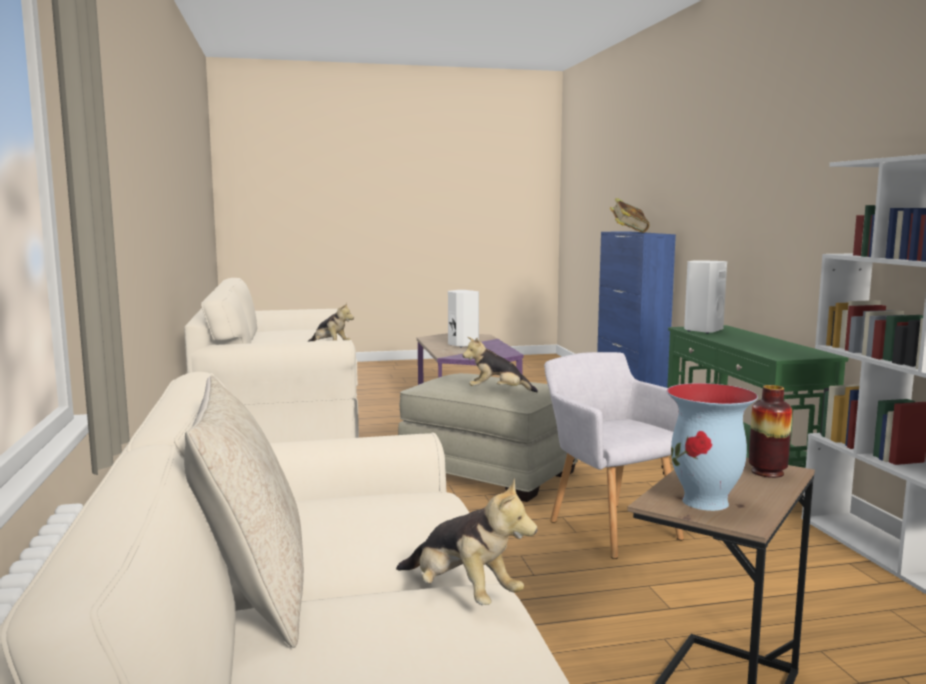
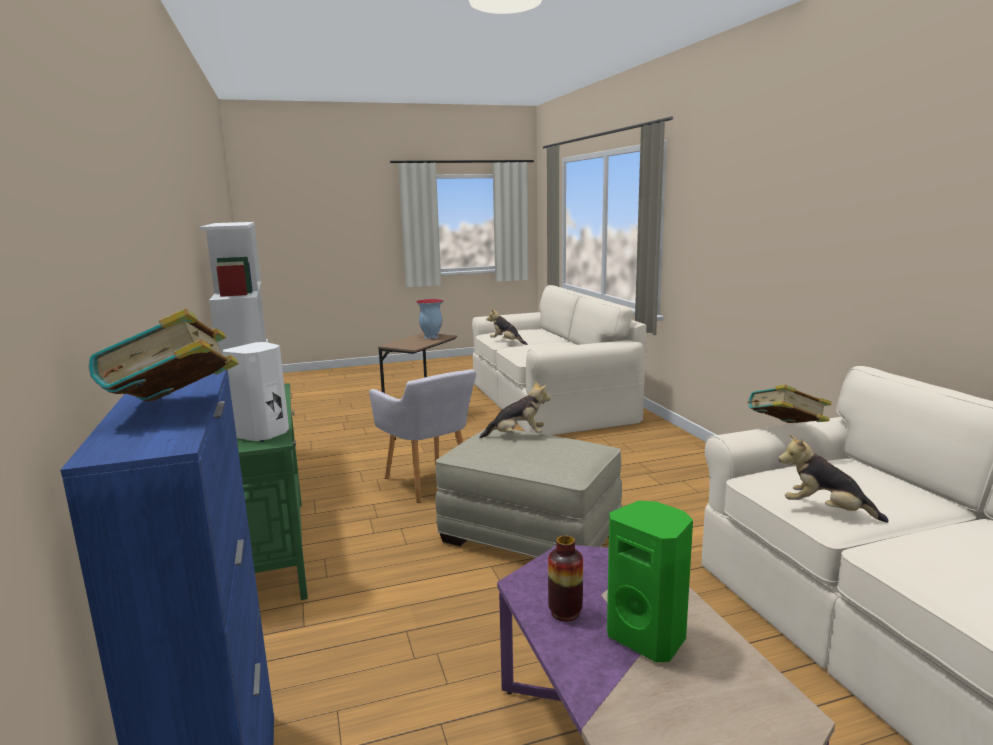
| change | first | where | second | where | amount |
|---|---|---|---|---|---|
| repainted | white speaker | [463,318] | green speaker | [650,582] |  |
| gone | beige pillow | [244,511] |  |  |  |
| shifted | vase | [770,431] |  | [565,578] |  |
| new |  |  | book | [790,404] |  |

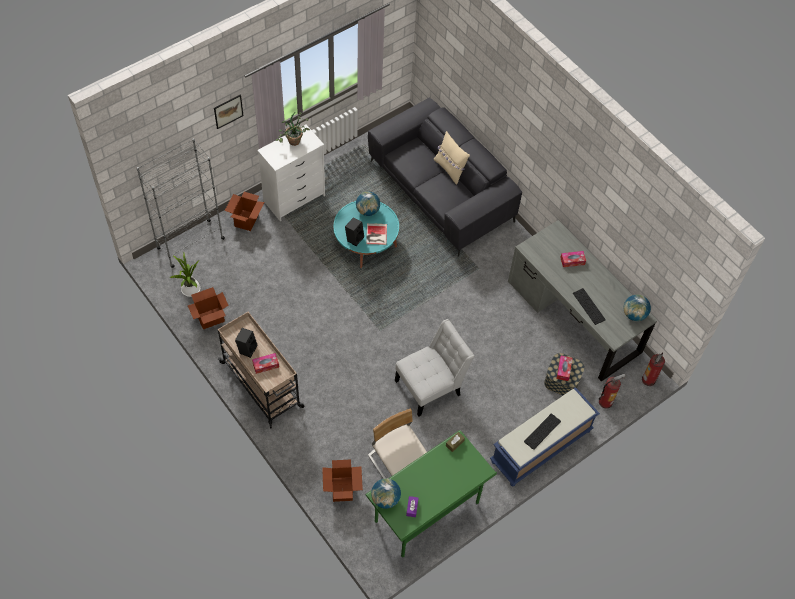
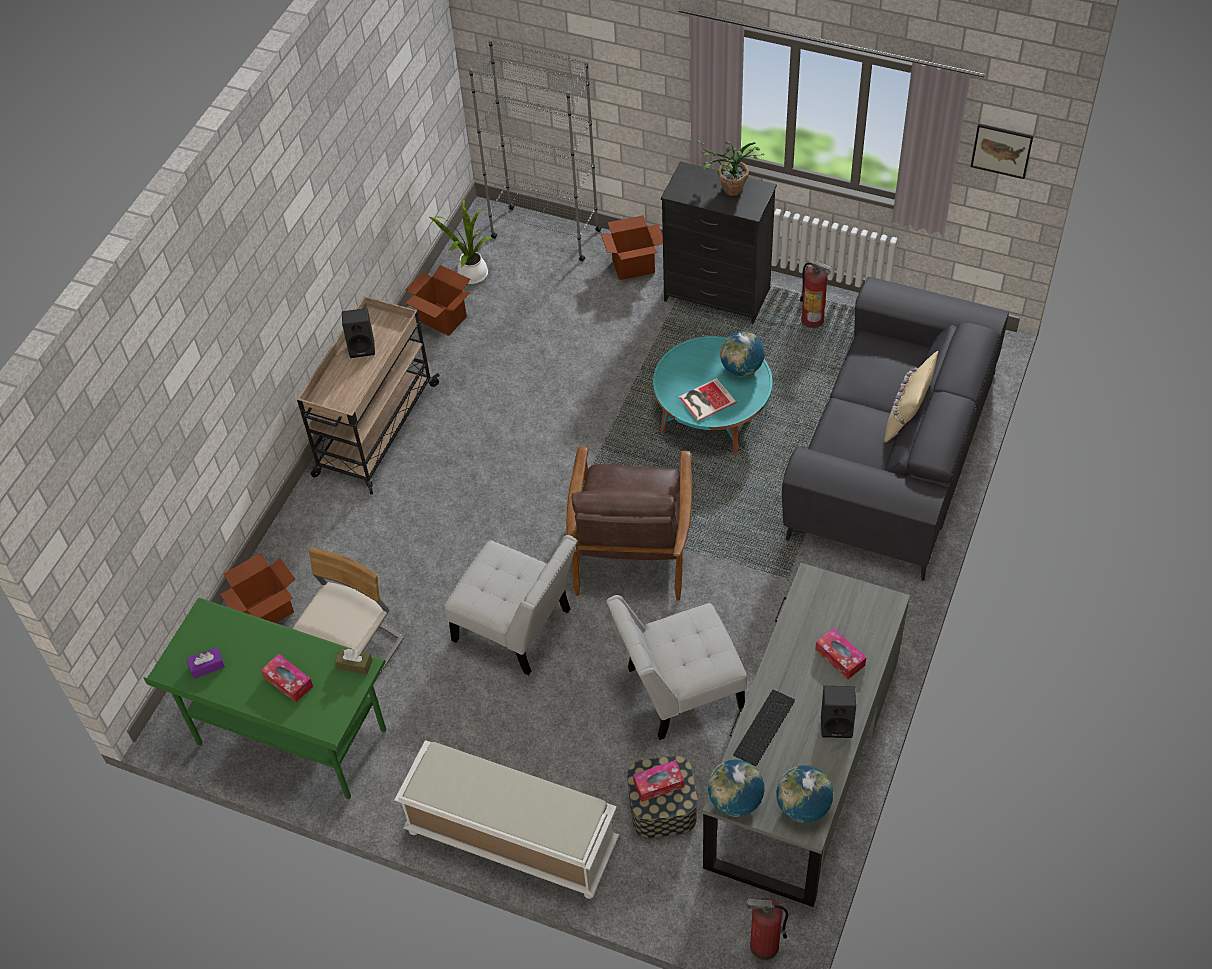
| change | first | where | second | where | amount |
|---|---|---|---|---|---|
| shifted | picture | [228,112] |  | [1002,151] |  |
| repainted | white dresser | [291,173] | black dresser | [719,242] |  |
| shifted | black speaker | [354,231] |  | [838,712] |  |
| shifted | tissue box | [265,363] |  | [287,678] |  |
| shifted | fire extinguisher | [612,391] |  | [815,294] |  |
| repainted | blue bench | [545,436] | white bench | [506,819] |  |
| gone | keyboard | [542,431] |  |  |  |
| shifted | globe | [386,493] |  | [736,788] |  |
| new |  |  | brown armchair | [629,524] |  |
| new |  |  | white chair | [677,667] |  |

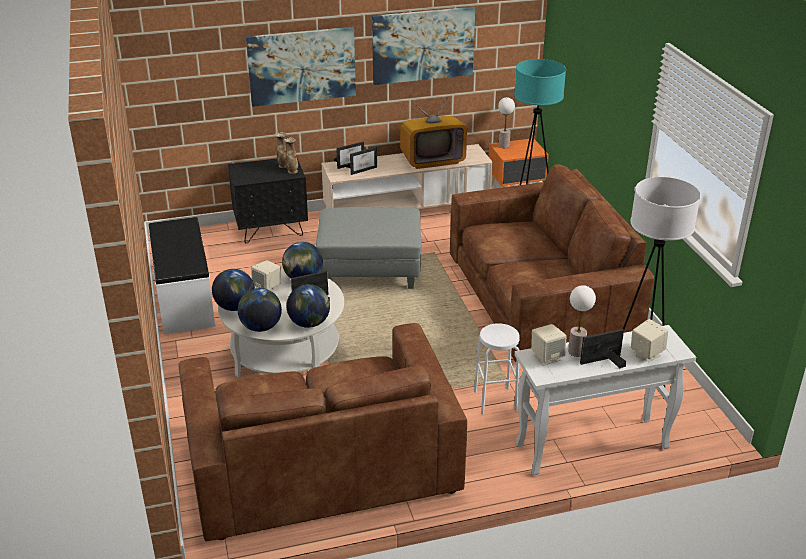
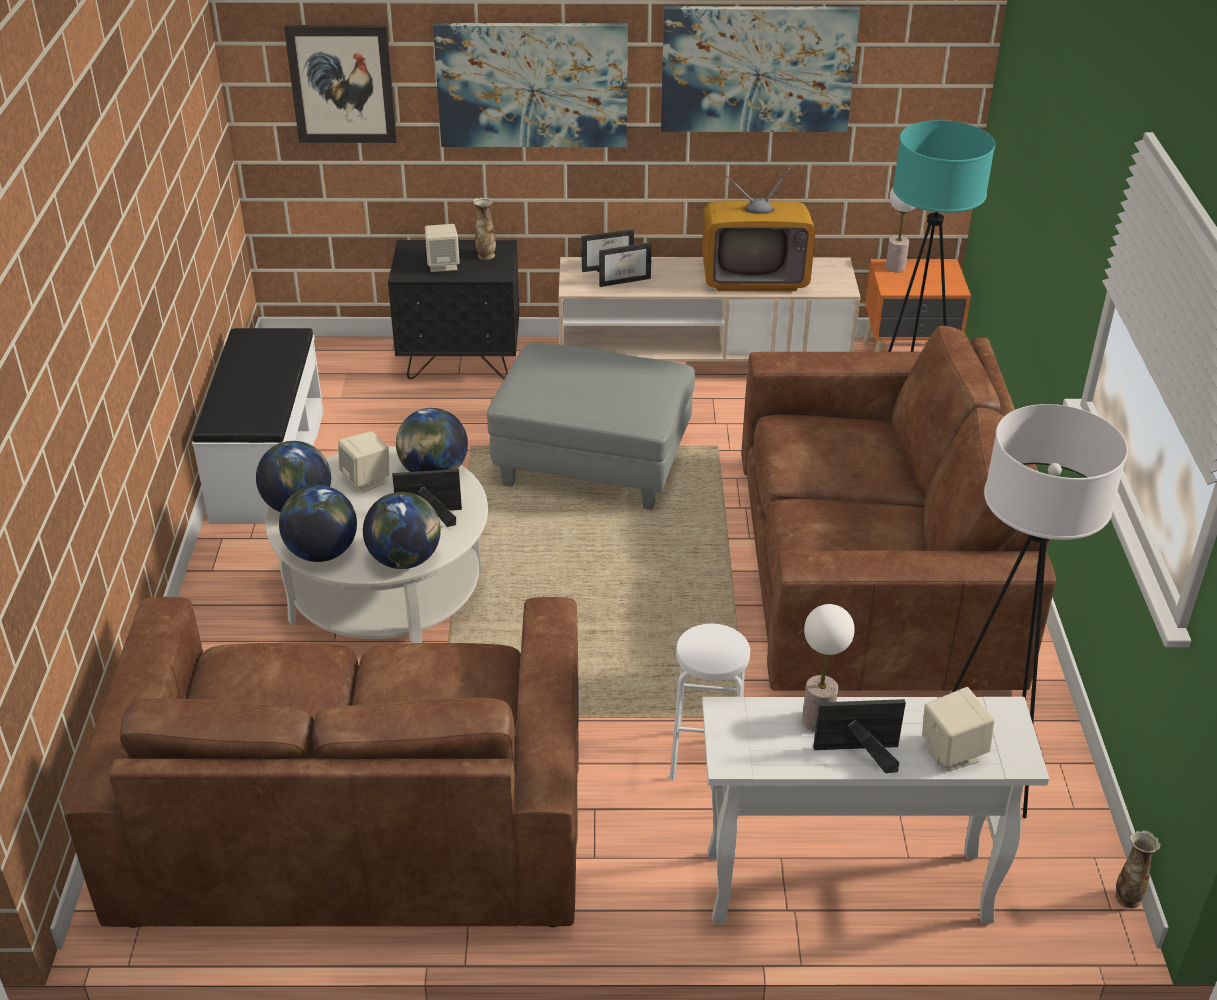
| change | first | where | second | where | amount |
|---|---|---|---|---|---|
| shifted | vase | [291,156] |  | [1137,869] |  |
| shifted | beige speaker | [549,345] |  | [442,248] |  |
| new |  |  | picture | [340,84] |  |

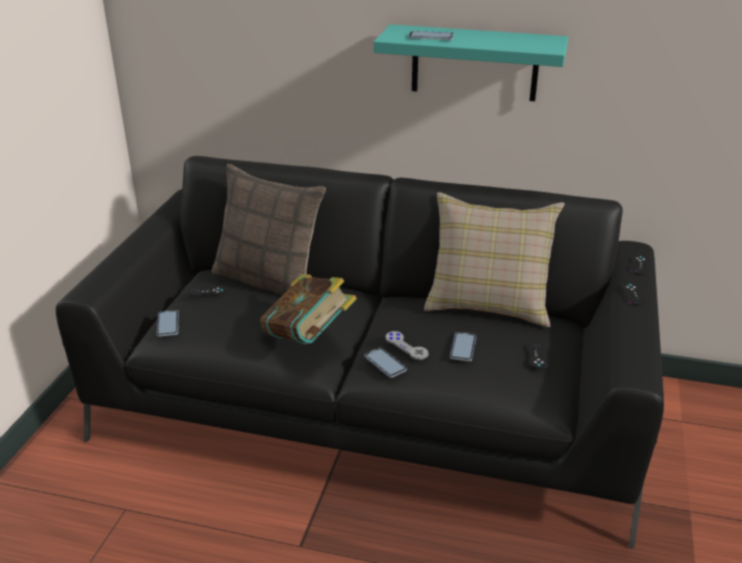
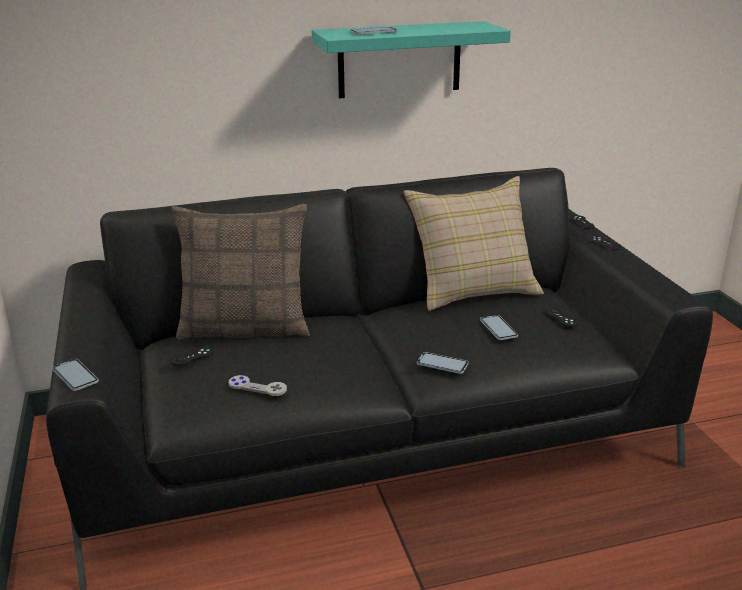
| change | first | where | second | where | amount |
|---|---|---|---|---|---|
| gone | book | [308,309] |  |  |  |
| shifted | phone | [168,323] |  | [75,375] |  |
| shifted | grey game controller | [407,345] |  | [258,385] |  |

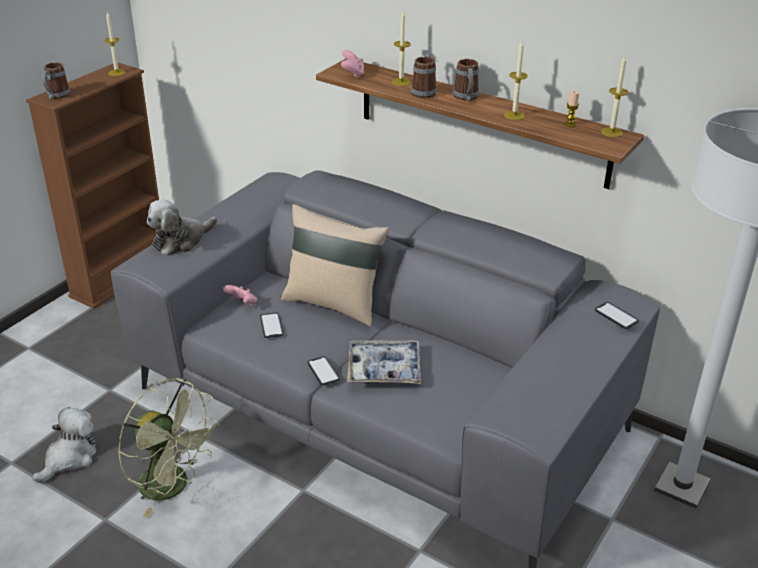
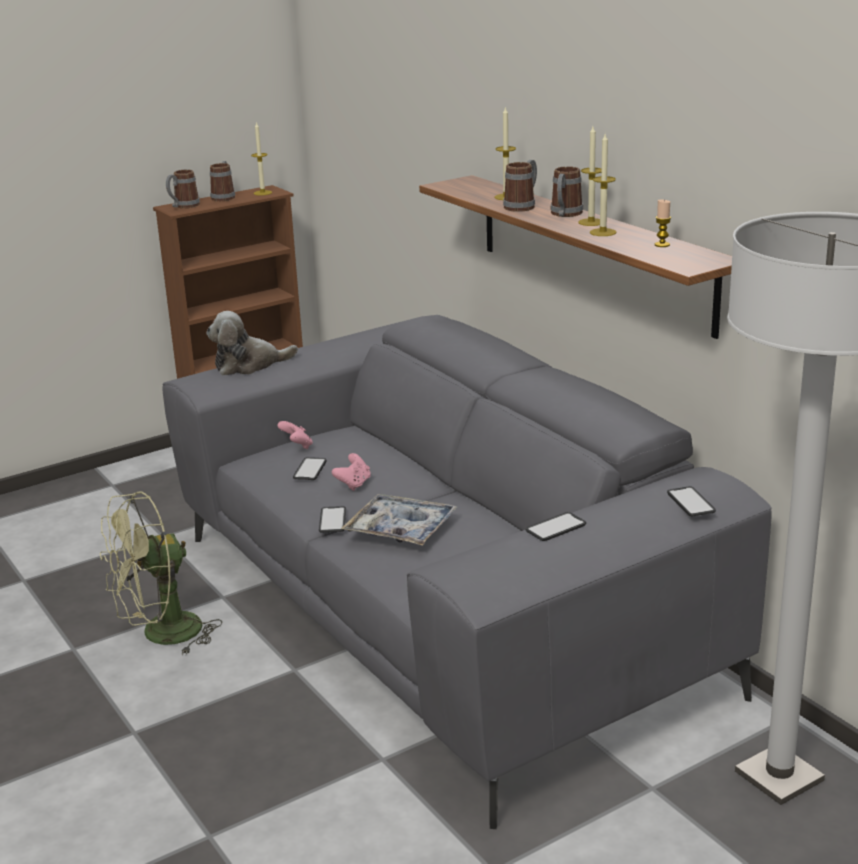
| change | first | where | second | where | amount |
|---|---|---|---|---|---|
| shifted | pink game controller | [352,64] |  | [351,472] |  |
| shifted | candle | [614,96] |  | [589,176] |  |
| gone | beige pillow | [335,265] |  |  |  |
| rotated | green fan | [169,448] |  | [161,573] | 90 degrees clockwise |
| gone | plush toy | [64,445] |  |  |  |
| new |  |  | mug | [222,181] |  |
| new |  |  | phone | [556,526] |  |

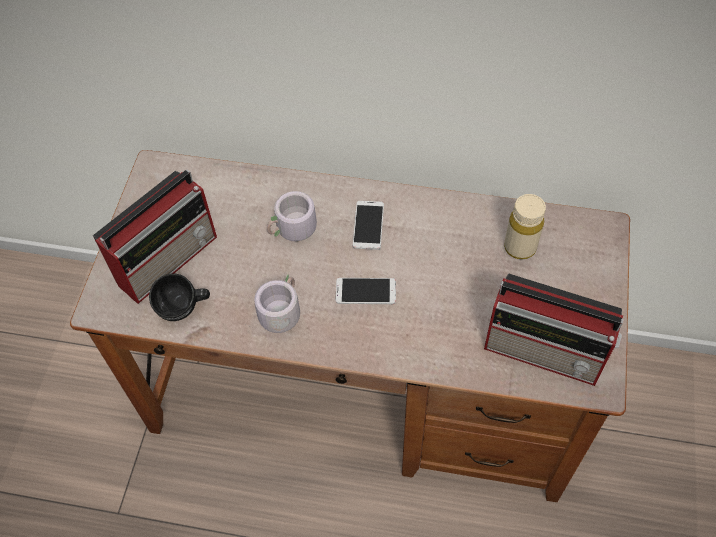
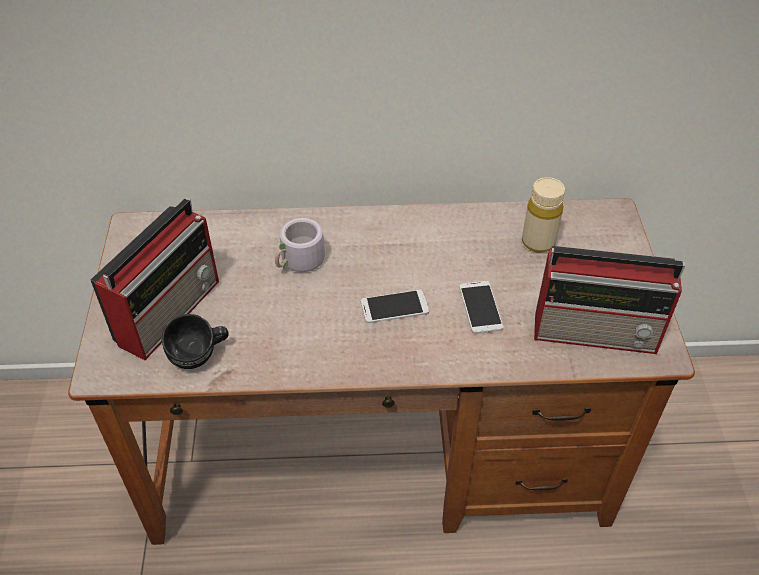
| change | first | where | second | where | amount |
|---|---|---|---|---|---|
| shifted | phone | [368,225] |  | [481,307] |  |
| gone | grey mug | [273,303] |  |  |  |

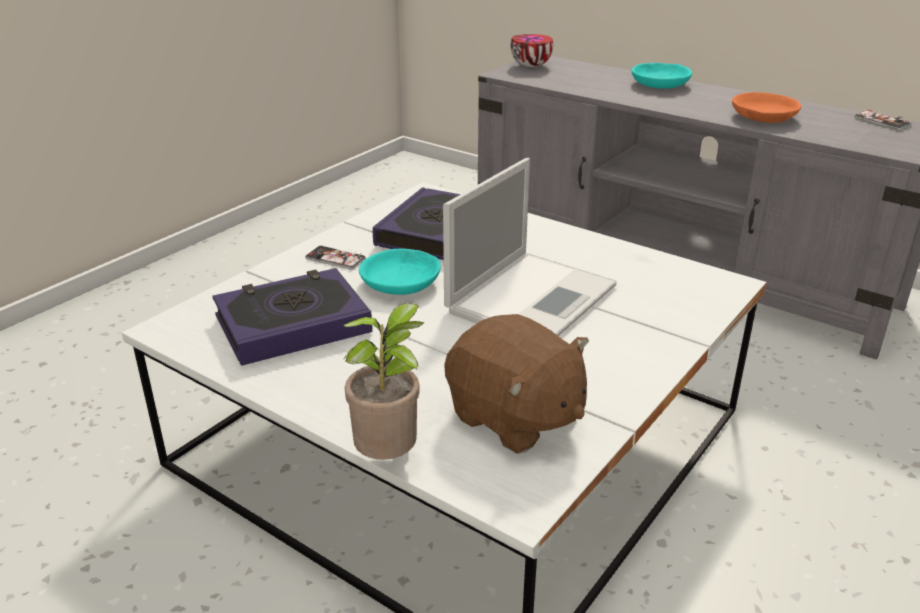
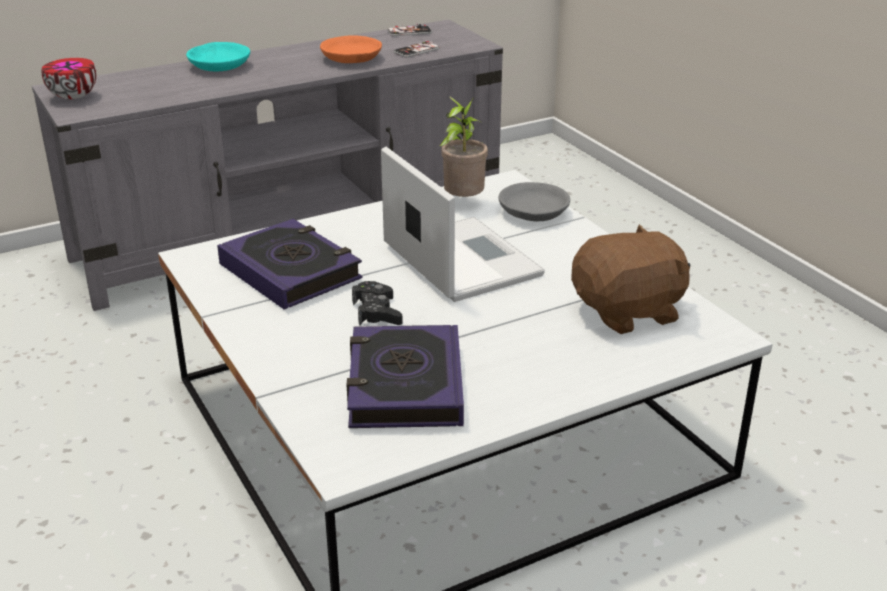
| change | first | where | second | where | amount |
|---|---|---|---|---|---|
| shifted | phone | [335,258] |  | [416,48] |  |
| swapped | turquoise bowl | [400,272] | black game controller | [377,303] |  |
| shifted | potted plant | [383,381] |  | [464,146] |  |
| new |  |  | grey bowl | [534,202] |  |

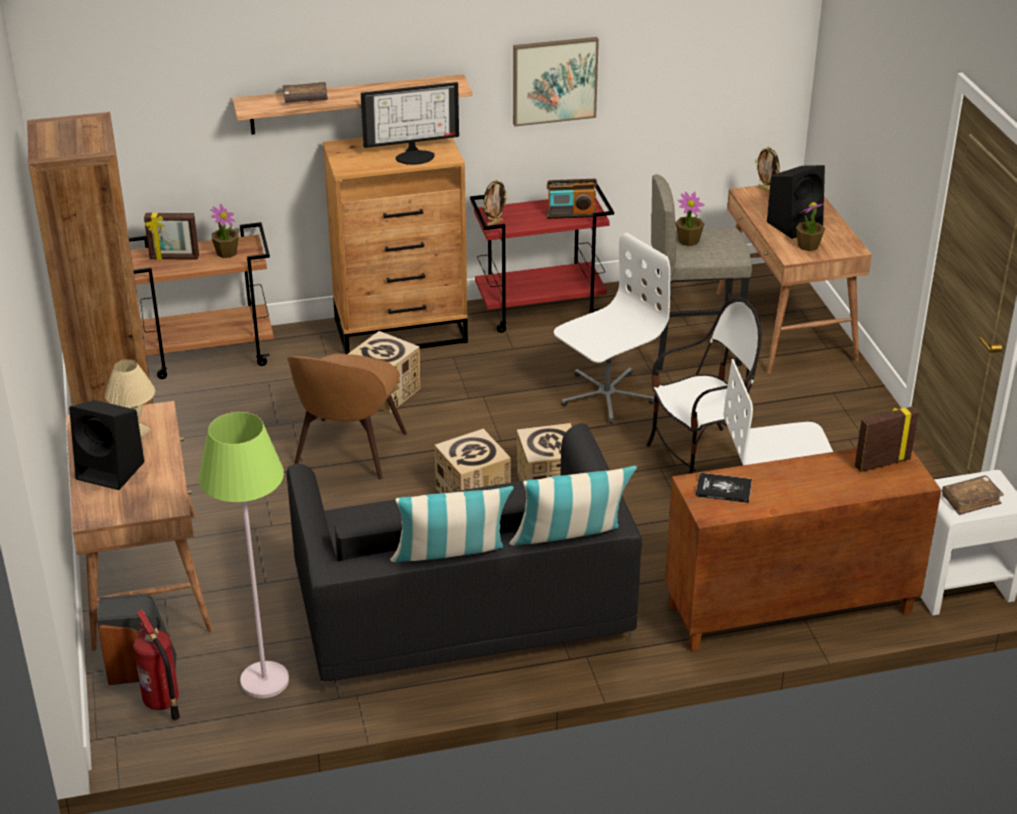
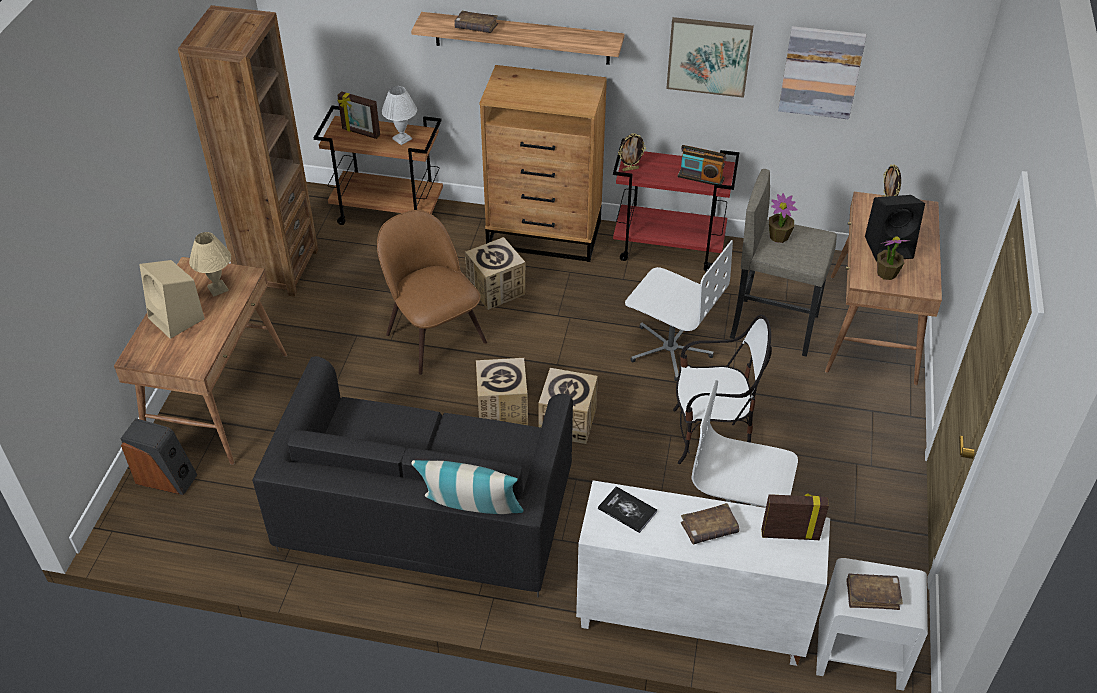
| change | first | where | second | where | amount |
|---|---|---|---|---|---|
| gone | monitor | [410,123] |  |  |  |
| swapped | potted plant | [225,231] | white table lamp | [399,115] |  |
| rotated | white office chair | [612,328] |  | [679,310] | 45 degrees clockwise |
| rotated | brown chair | [347,417] |  | [432,292] | 105 degrees clockwise |
| repainted | black speaker | [106,445] | beige speaker | [172,299] |  |
| gone | green floor lamp | [244,555] |  |  |  |
| repainted | brown cabinet | [803,550] | white cabinet | [703,573] |  |
| gone | pillow | [452,524] |  |  |  |
| gone | fire extinguisher | [156,665] |  |  |  |
| new |  |  | picture | [822,72] |  |
| new |  |  | brown book | [710,523] |  |

